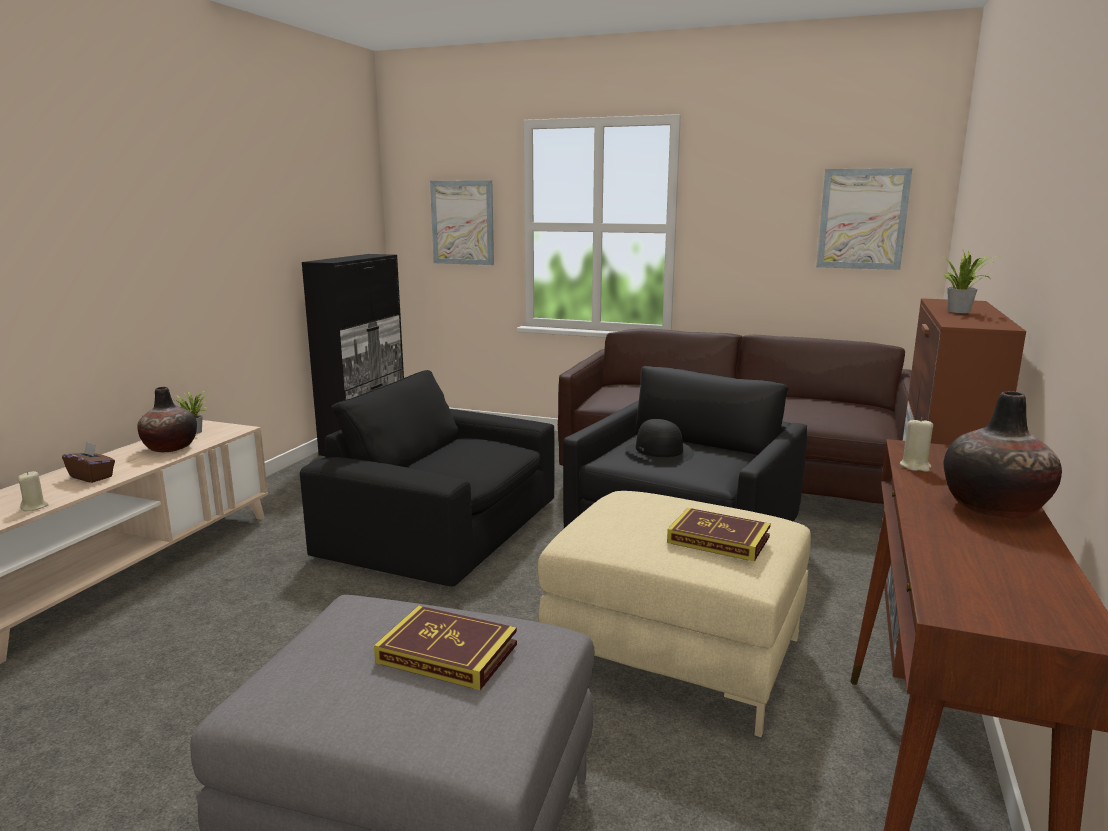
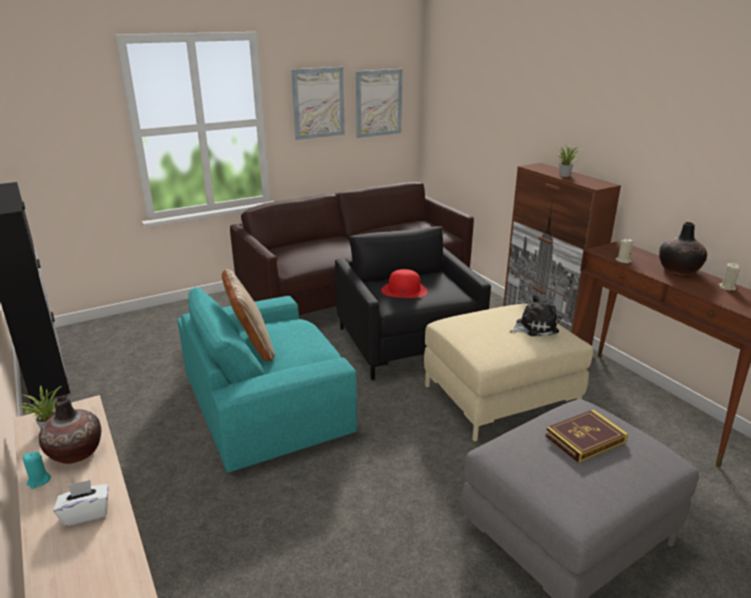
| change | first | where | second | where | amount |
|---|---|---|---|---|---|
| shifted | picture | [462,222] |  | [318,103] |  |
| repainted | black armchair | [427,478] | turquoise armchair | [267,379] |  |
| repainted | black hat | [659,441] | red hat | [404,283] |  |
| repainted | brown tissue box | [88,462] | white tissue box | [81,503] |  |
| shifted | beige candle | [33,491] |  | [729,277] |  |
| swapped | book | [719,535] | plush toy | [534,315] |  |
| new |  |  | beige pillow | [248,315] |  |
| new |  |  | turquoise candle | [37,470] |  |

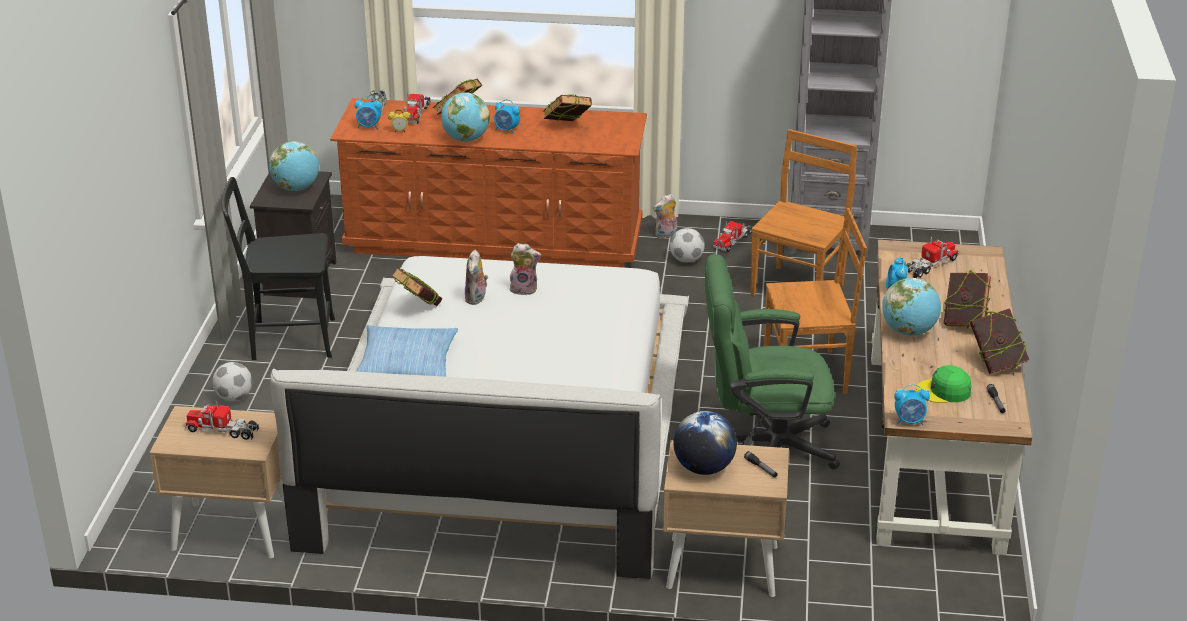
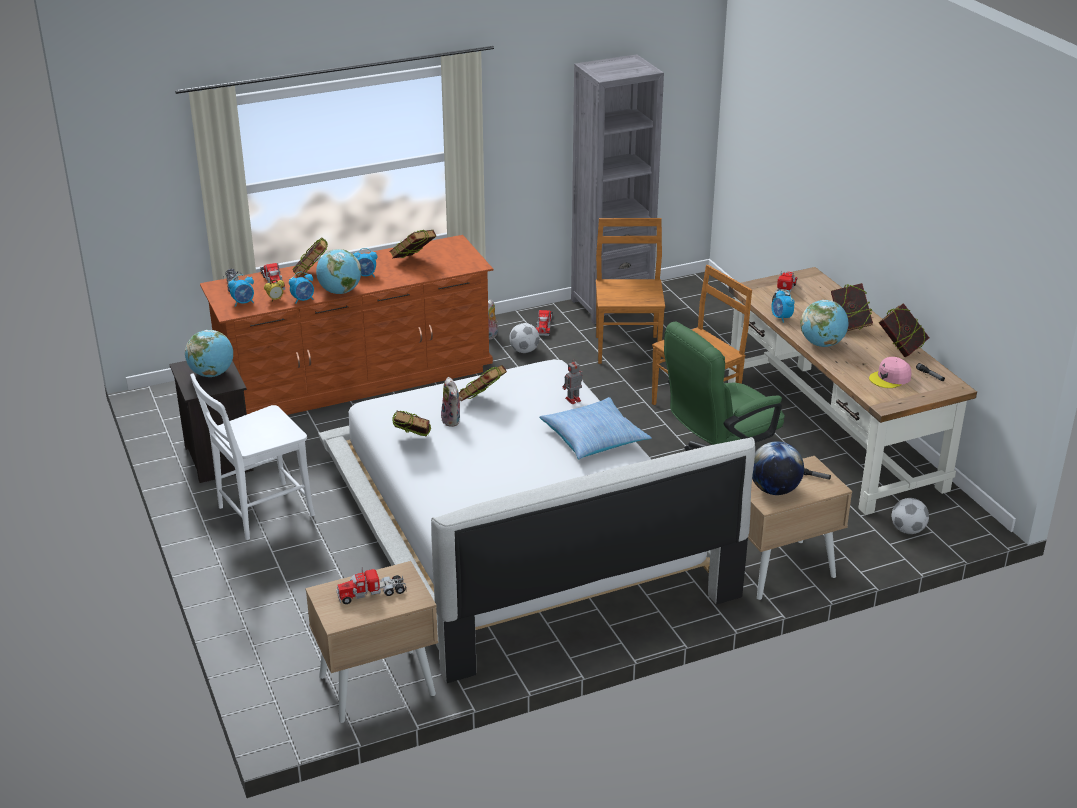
| change | first | where | second | where | amount |
|---|---|---|---|---|---|
| repainted | black chair | [278,268] | white chair | [252,457] |  |
| swapped | plush toy | [525,269] | book | [483,383] |  |
| shifted | pillow | [407,351] |  | [595,428] |  |
| shifted | football | [232,381] |  | [910,516] |  |
| repainted | green cap | [944,384] | pink cap | [890,372] |  |
| shifted | alarm clock | [912,404] |  | [301,288] |  |
| new |  |  | toy robot | [573,381] |  |

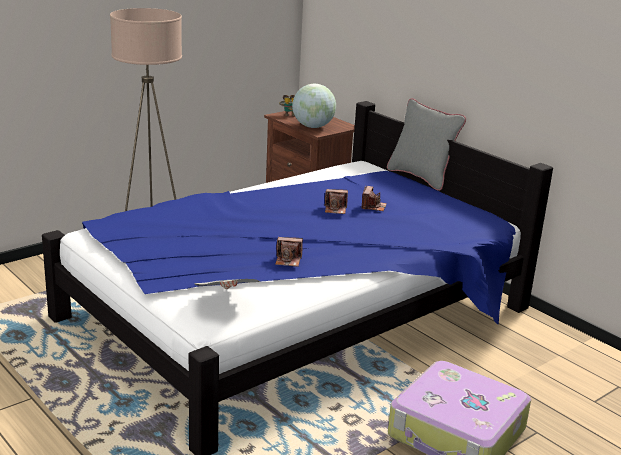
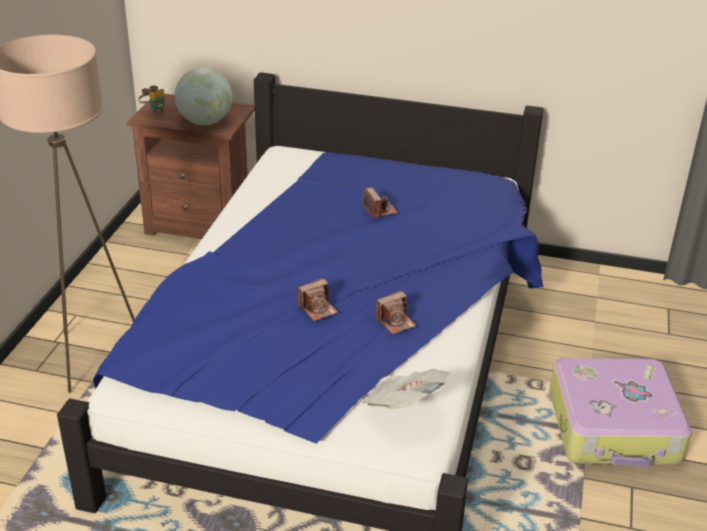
| change | first | where | second | where | amount |
|---|---|---|---|---|---|
| gone | grey pillow | [426,144] |  |  |  |
| shifted | photo camera | [336,201] |  | [318,299] |  |

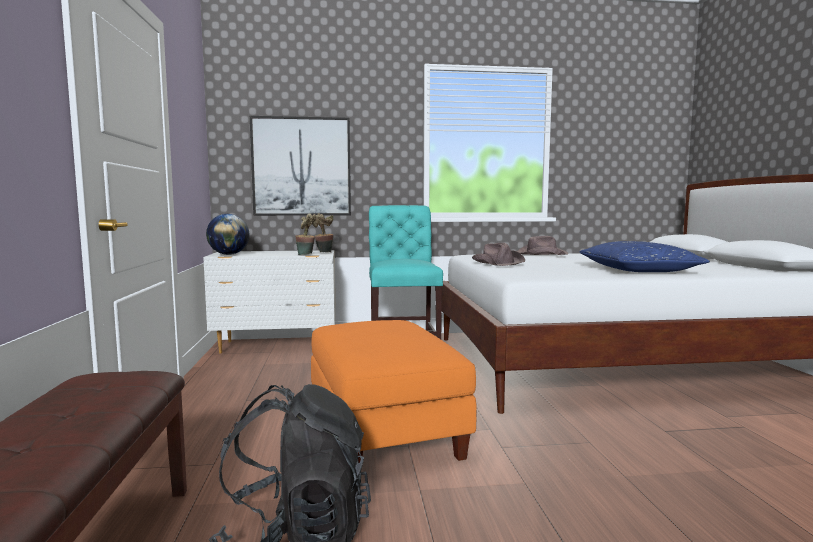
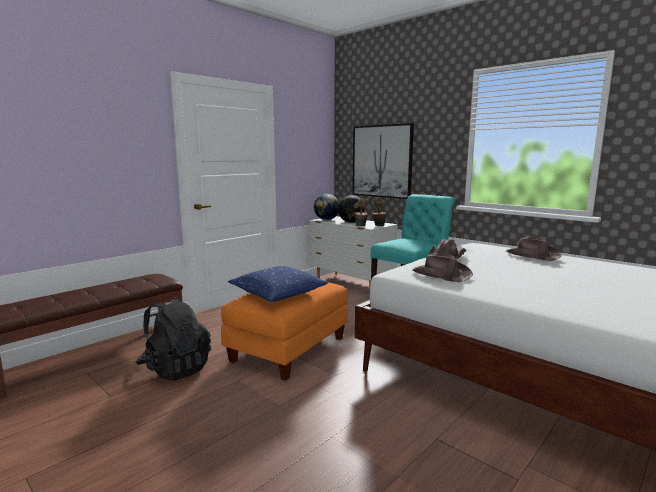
| change | first | where | second | where | amount |
|---|---|---|---|---|---|
| shifted | blue pillow | [644,256] |  | [278,284] |  |
| new |  |  | globe | [351,209] |  |
| new |  |  | brown hat | [442,267] |  |

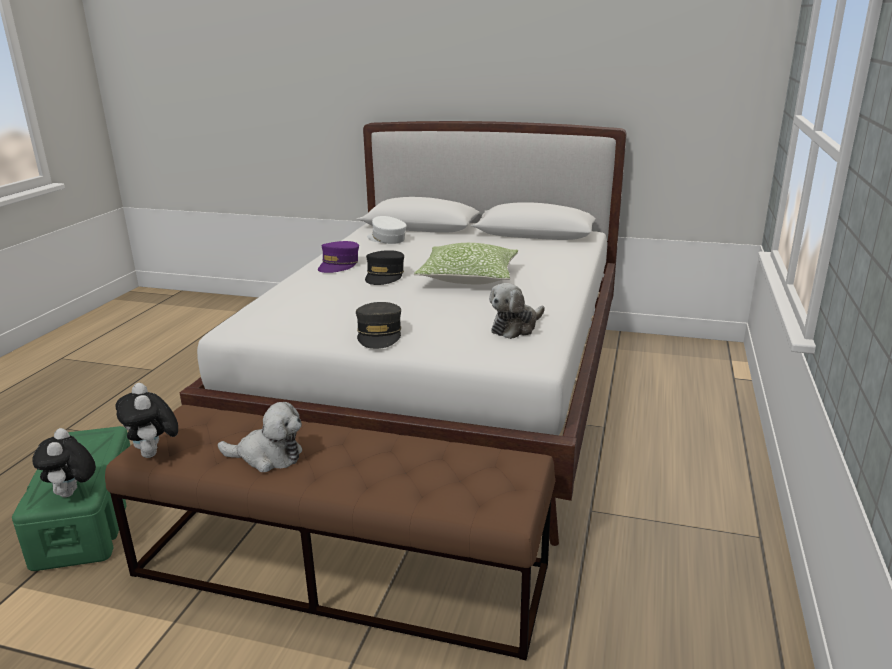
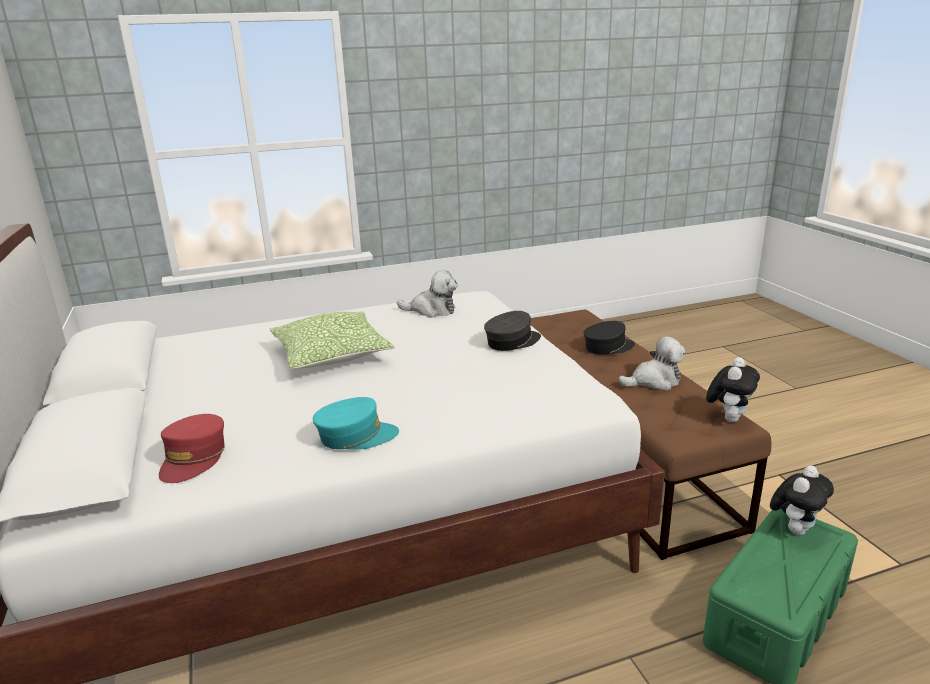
| change | first | where | second | where | amount |
|---|---|---|---|---|---|
| repainted | white cap | [387,230] | red cap | [192,448] |  |
| repainted | purple cap | [338,257] | turquoise cap | [356,423] |  |
| shifted | black cap | [384,267] |  | [609,337] |  |
| rotated | plush toy | [260,437] |  | [651,363] | 105 degrees clockwise |

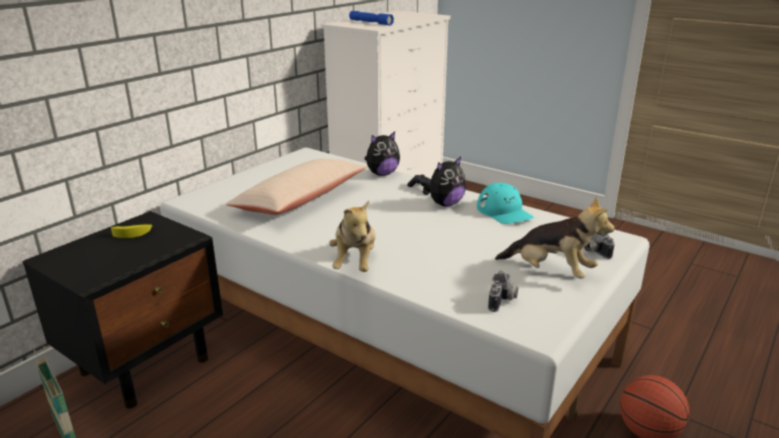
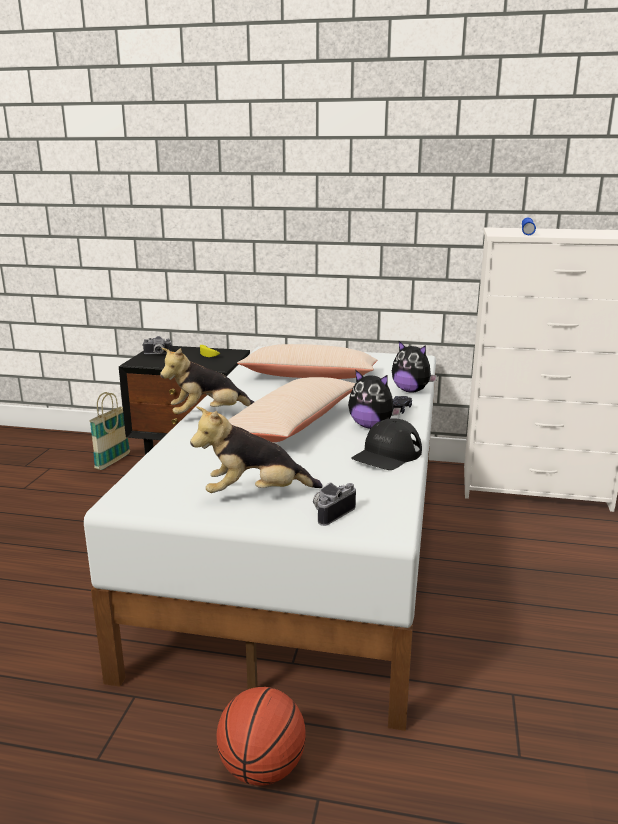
| change | first | where | second | where | amount |
|---|---|---|---|---|---|
| repainted | turquoise cap | [505,203] | black cap | [386,444] |  |
| rotated | plush toy | [554,237] |  | [256,449] | 75 degrees clockwise |
| shifted | photo camera | [503,291] |  | [157,345] |  |
| new |  |  | beige pillow | [292,409] |  |

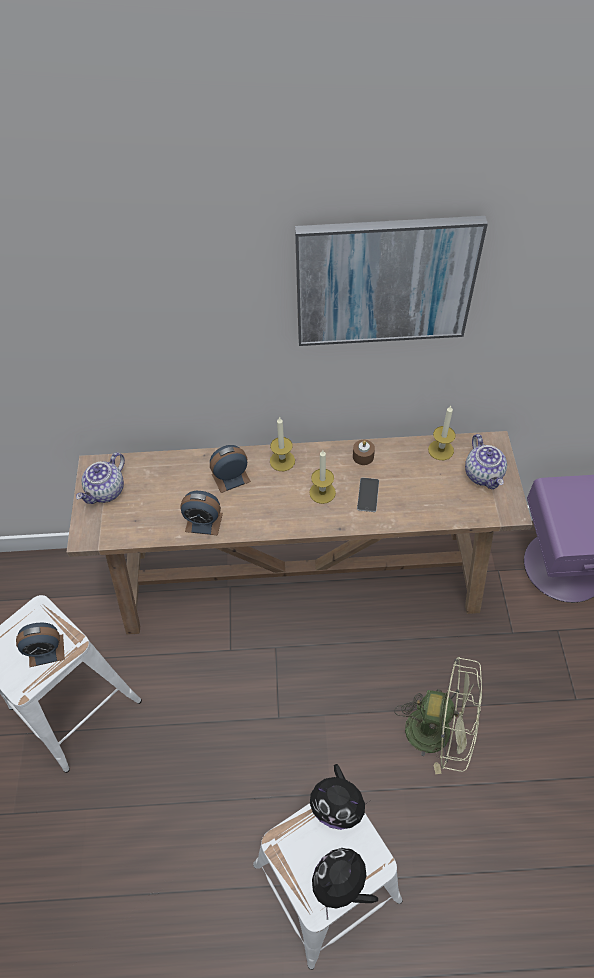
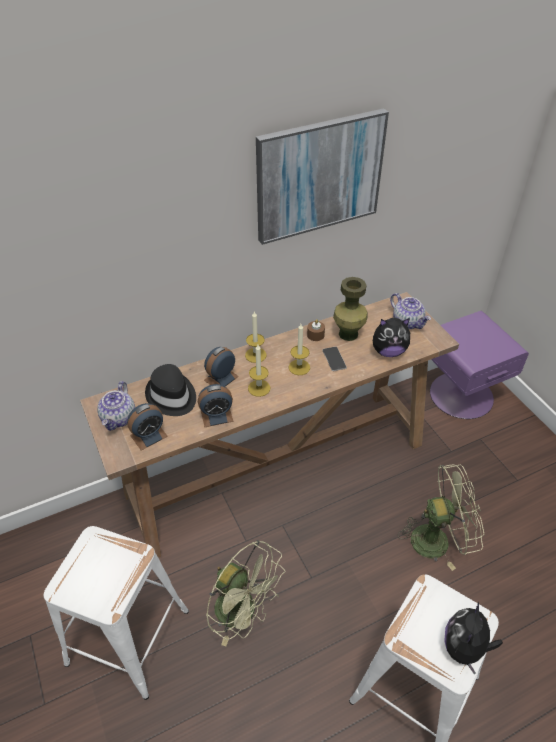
| change | first | where | second | where | amount |
|---|---|---|---|---|---|
| shifted | candle | [442,433] |  | [259,371] |  |
| shifted | alarm clock | [40,645] |  | [147,426] |  |
| shifted | plush toy | [340,797] |  | [391,337] |  |
| new |  |  | green vase | [350,309] |  |
| new |  |  | black hat | [170,390] |  |
| new |  |  | green fan | [245,593] |  |

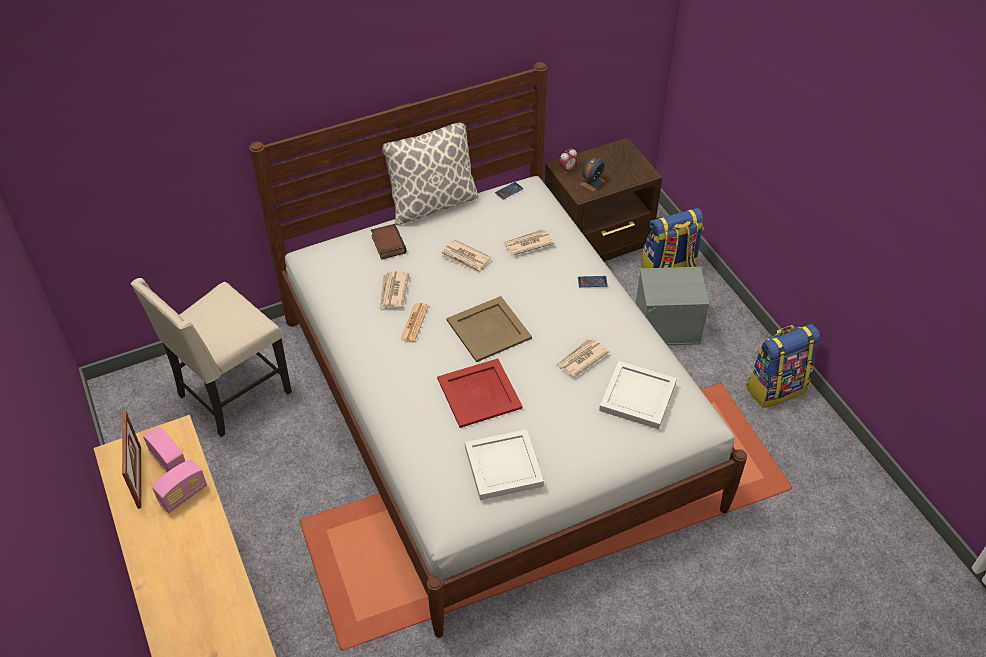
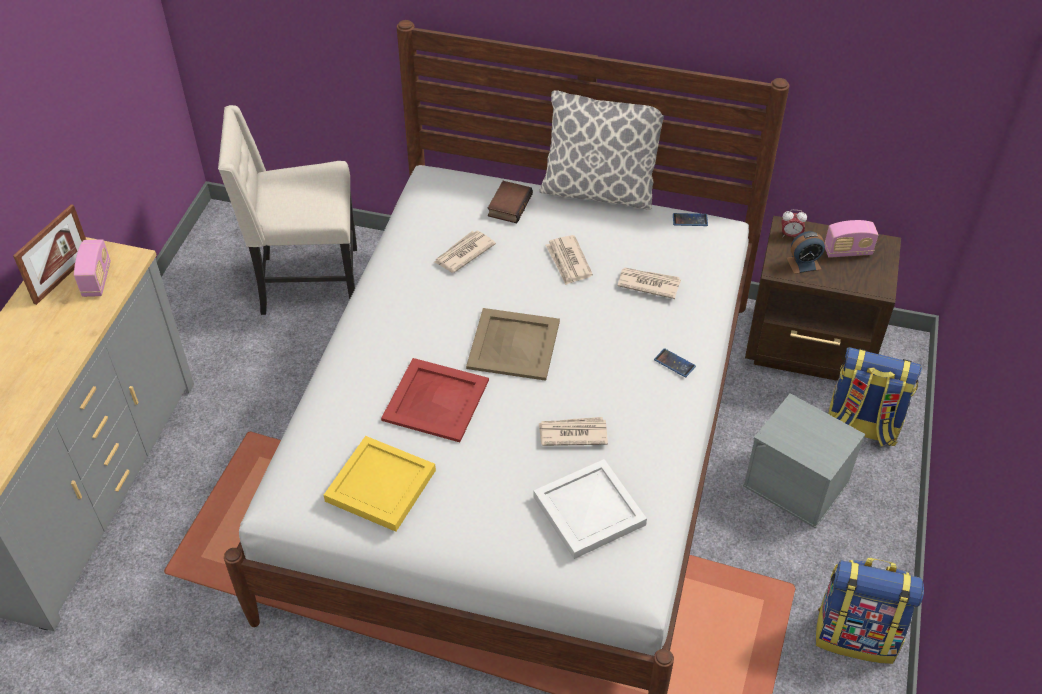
| change | first | where | second | where | amount |
|---|---|---|---|---|---|
| gone | newspaper | [414,322] |  |  |  |
| repainted | white tray | [504,464] | yellow tray | [380,484] |  |
| shifted | radio | [179,486] |  | [851,239] |  |

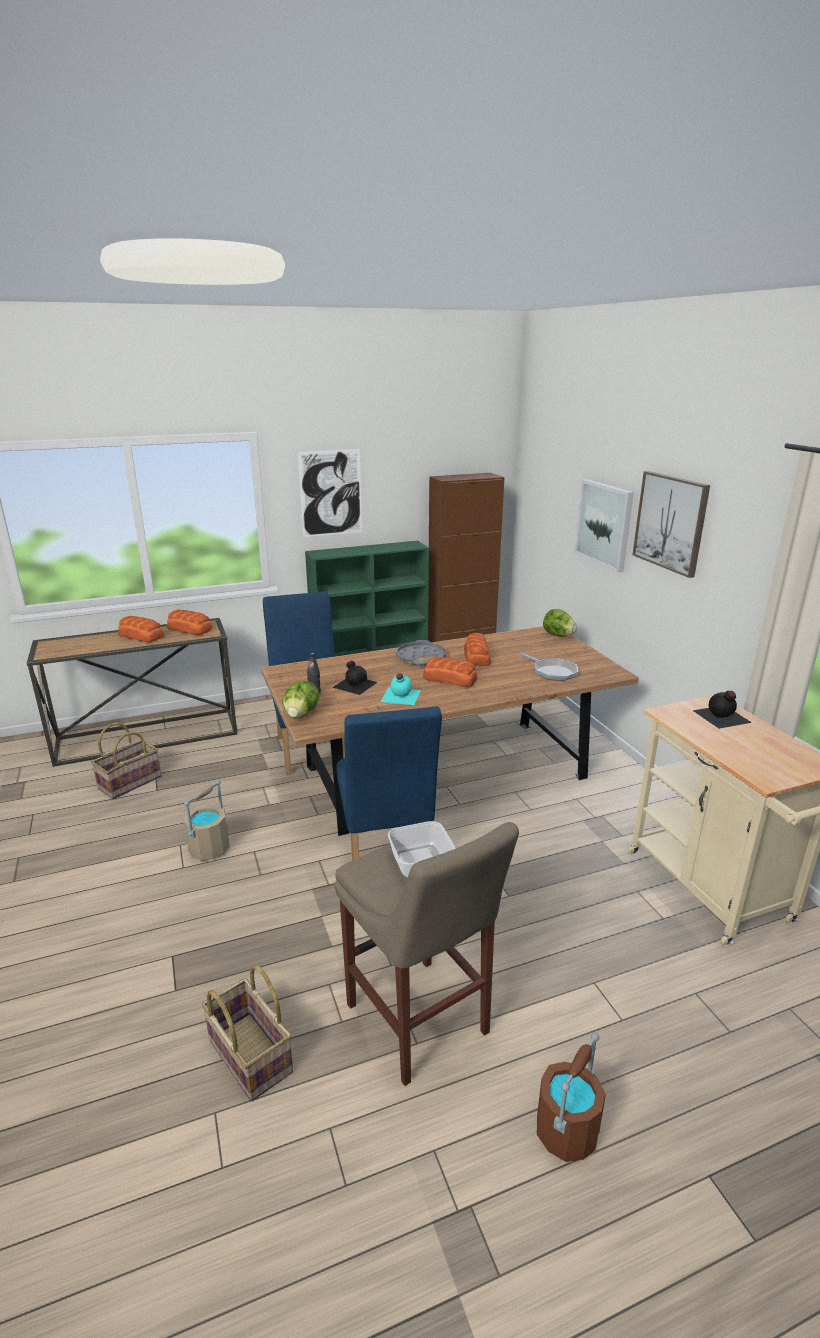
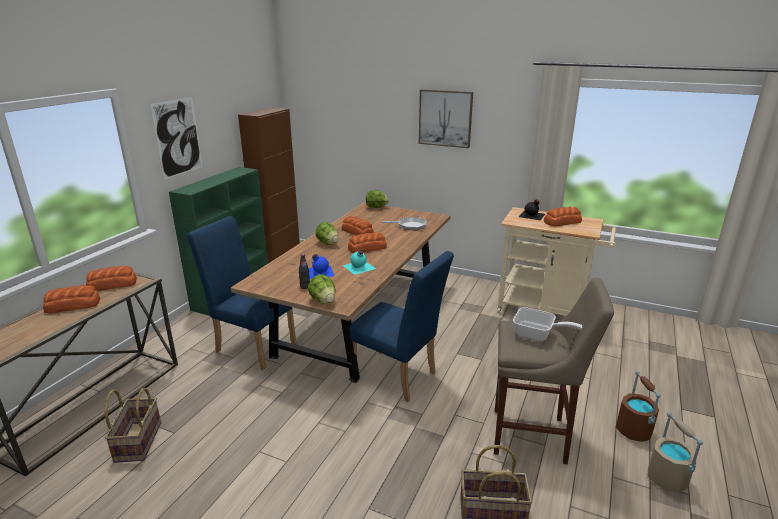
| change | first | where | second | where | amount |
|---|---|---|---|---|---|
| gone | picture | [604,526] |  |  |  |
| swapped | grey tray | [421,653] | lettuce | [327,233] |  |
| repainted | black bottle | [355,677] | blue bottle | [321,266] |  |
| shifted | beige bucket | [207,820] |  | [675,452] |  |
| new |  |  | bread | [563,216] |  |

